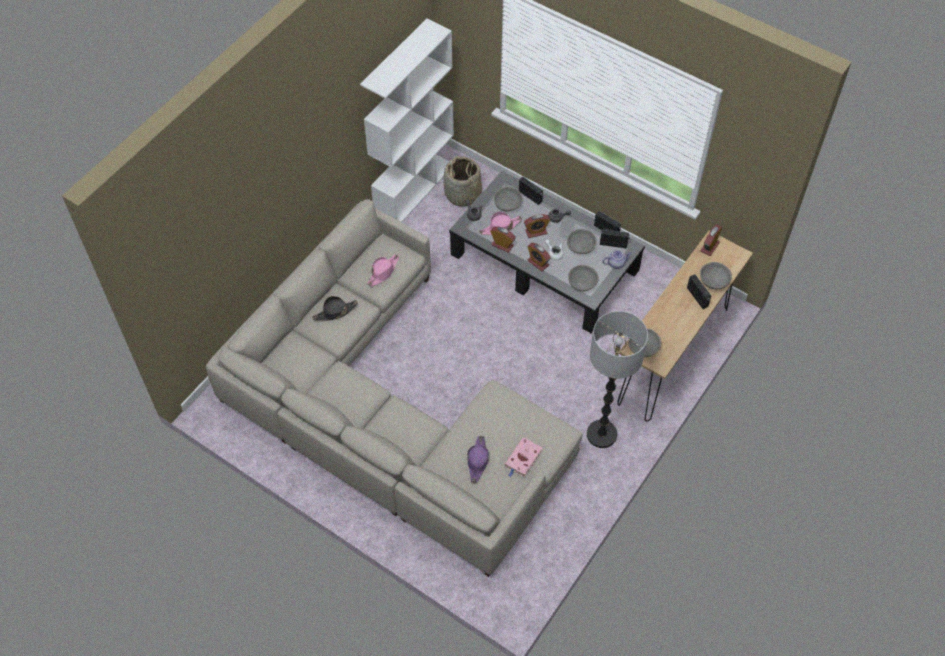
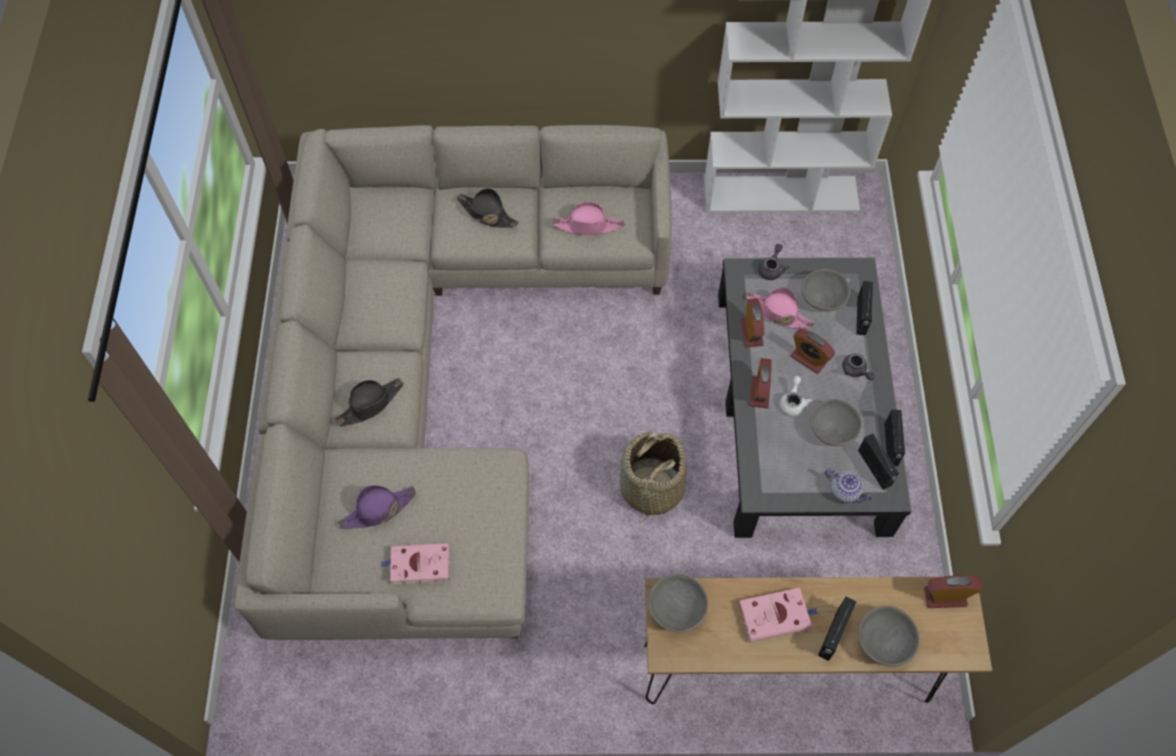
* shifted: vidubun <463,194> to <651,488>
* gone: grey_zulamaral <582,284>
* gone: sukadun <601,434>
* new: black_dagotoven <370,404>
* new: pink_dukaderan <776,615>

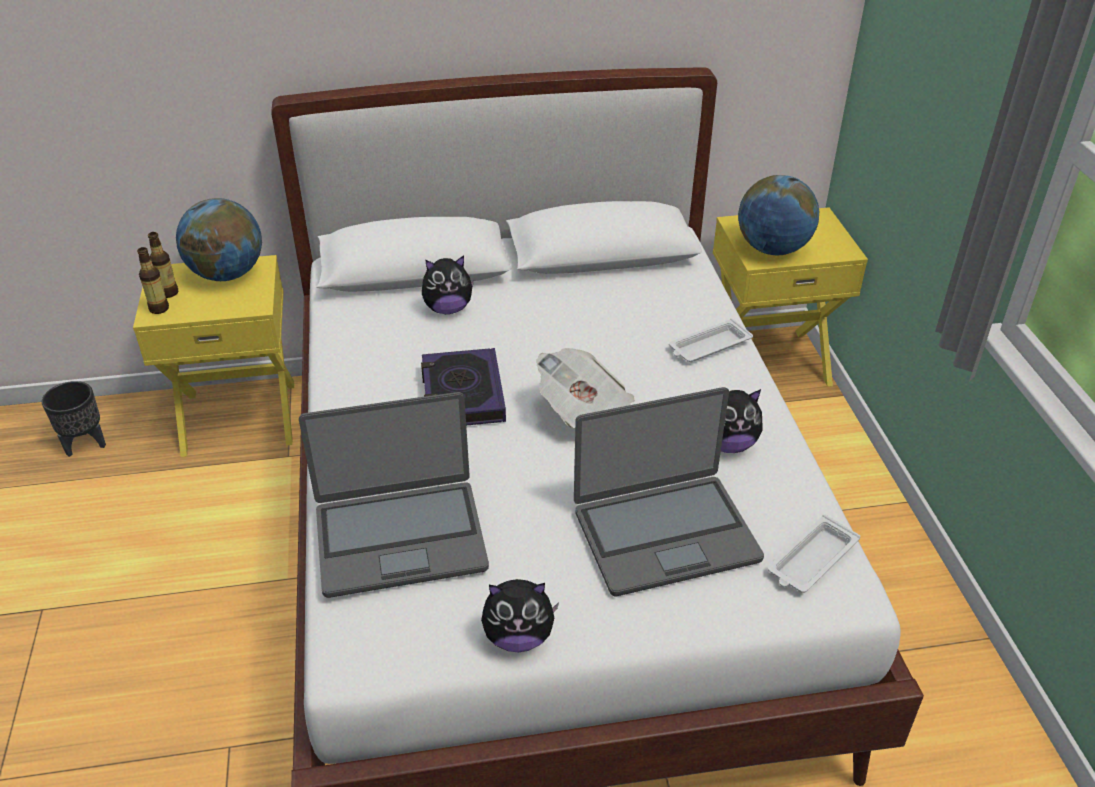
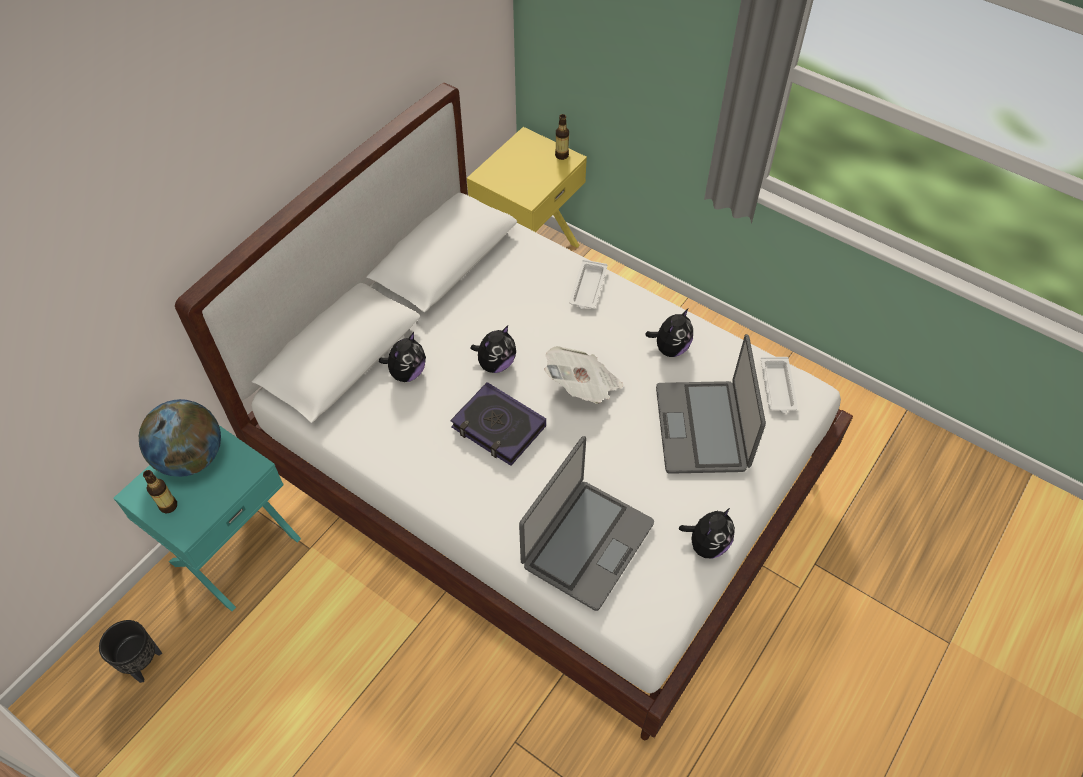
* repainted: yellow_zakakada <240,416> to turquoise_zakakada <234,549>
* shifted: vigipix <159,309> to <561,155>
* rotated: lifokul <665,534> = <702,428> 150 degrees clockwise
* gone: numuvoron <773,249>
* new: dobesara <495,364>

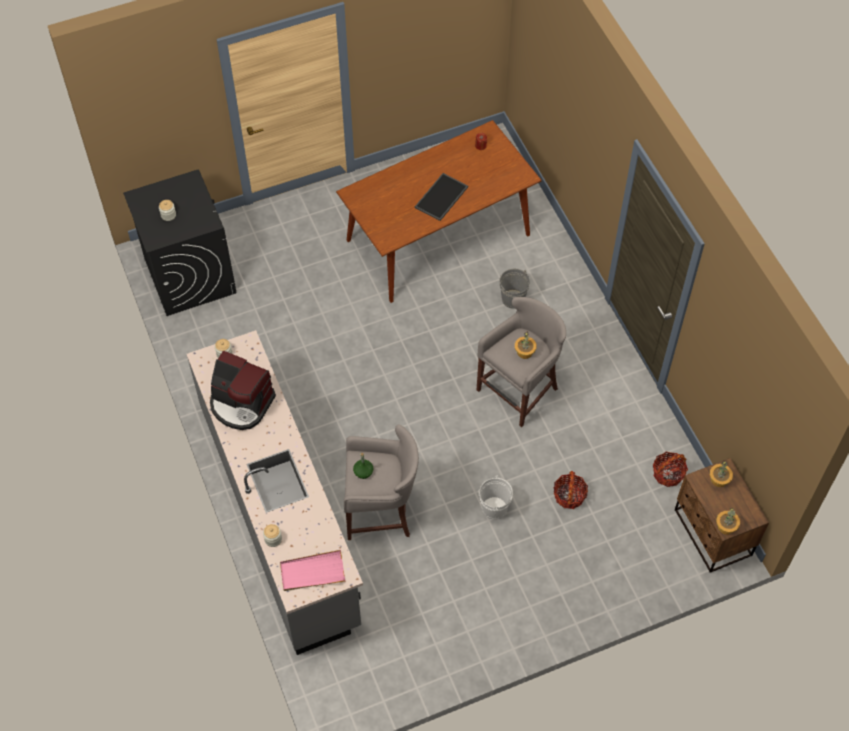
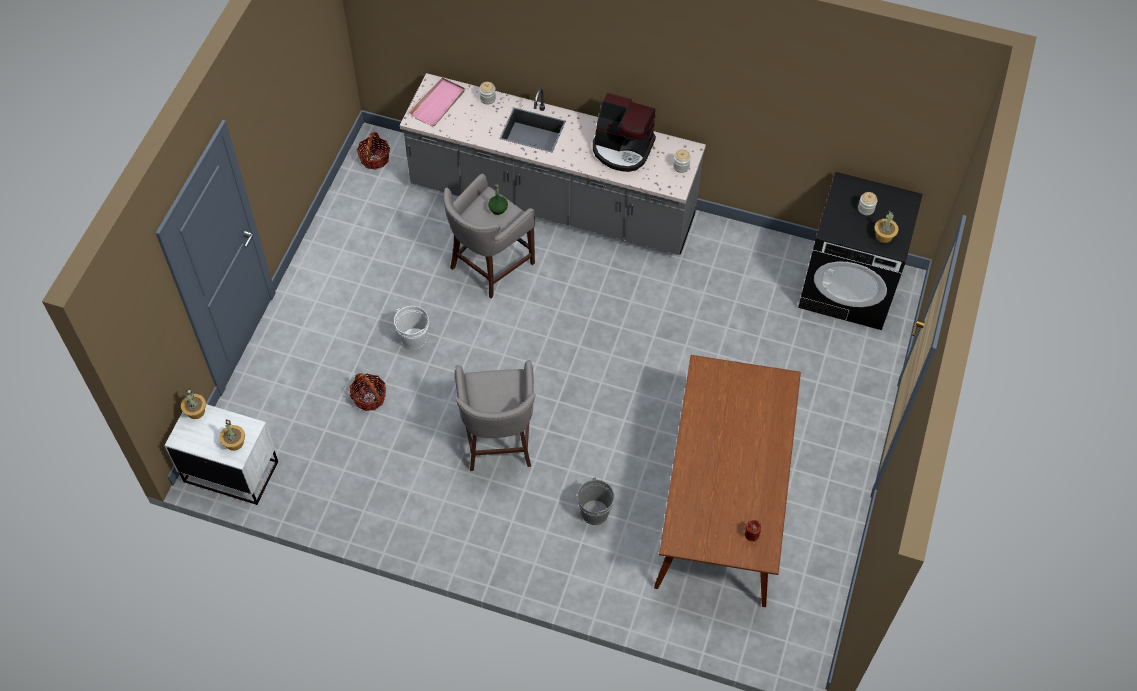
* rotated: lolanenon <241,404> = <622,149> 135 degrees counterclockwise
* gone: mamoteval <442,198>
* shifted: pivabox <525,352> to <883,236>
* shifted: vidubun <668,474> to <374,158>
* repainted: brown_zakakada <712,533> to white_zakakada <231,471>

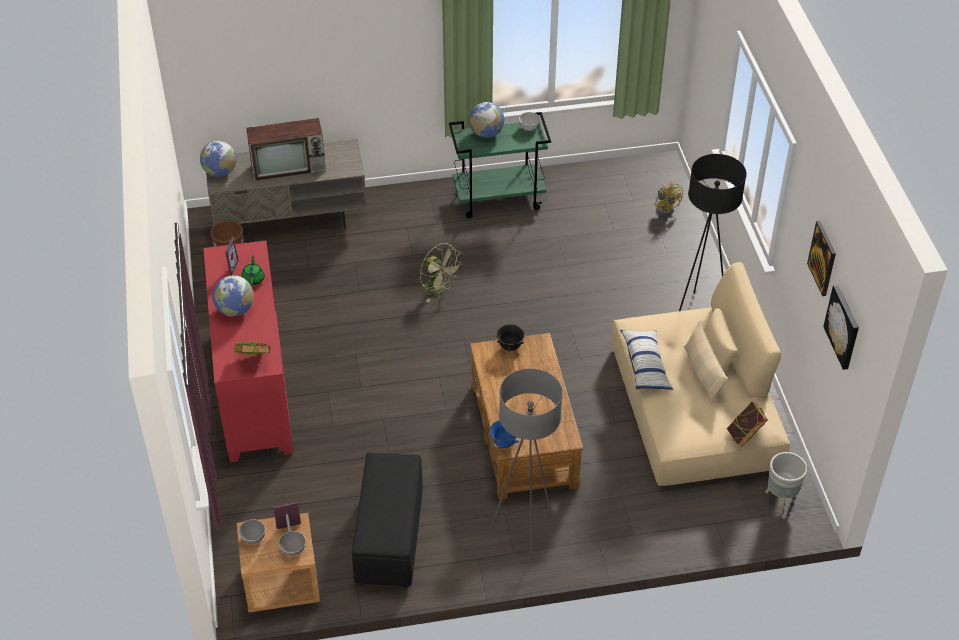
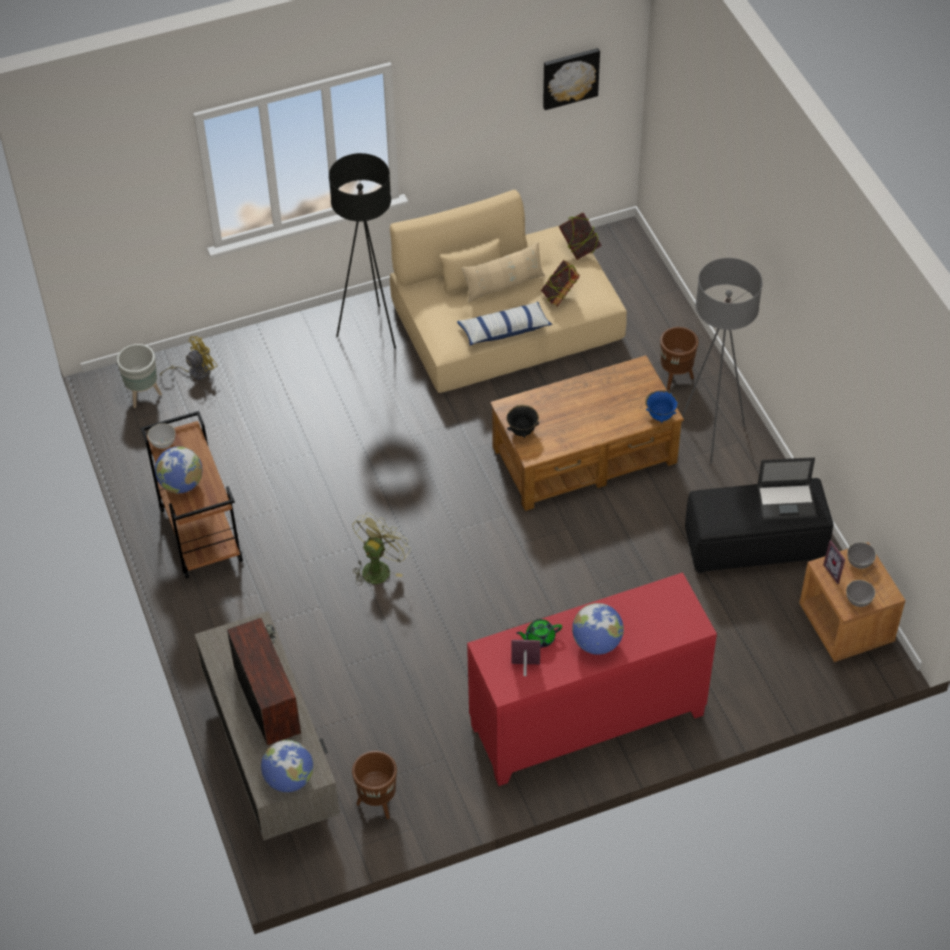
* shifted: dukaderan <254,361> to <560,296>
* repainted: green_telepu <499,198> to brown_telepu <199,534>
* shifted: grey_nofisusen <781,500> to <144,395>
* gone: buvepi <822,258>
* new: brown_nofisusen <676,379>
* new: lifokul <787,501>

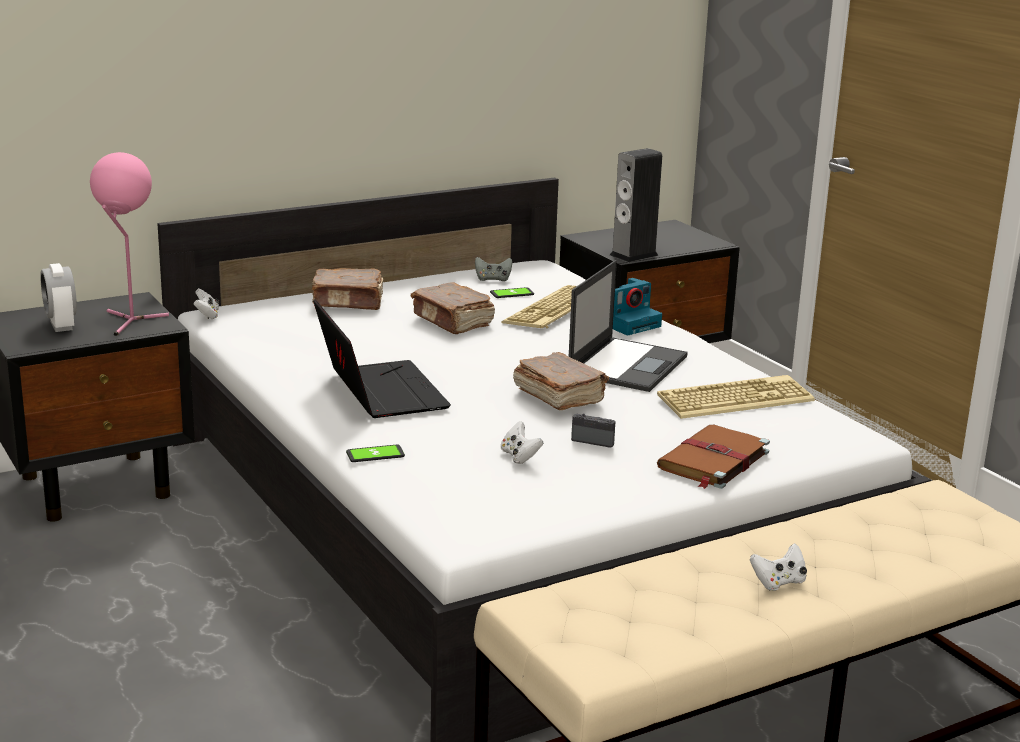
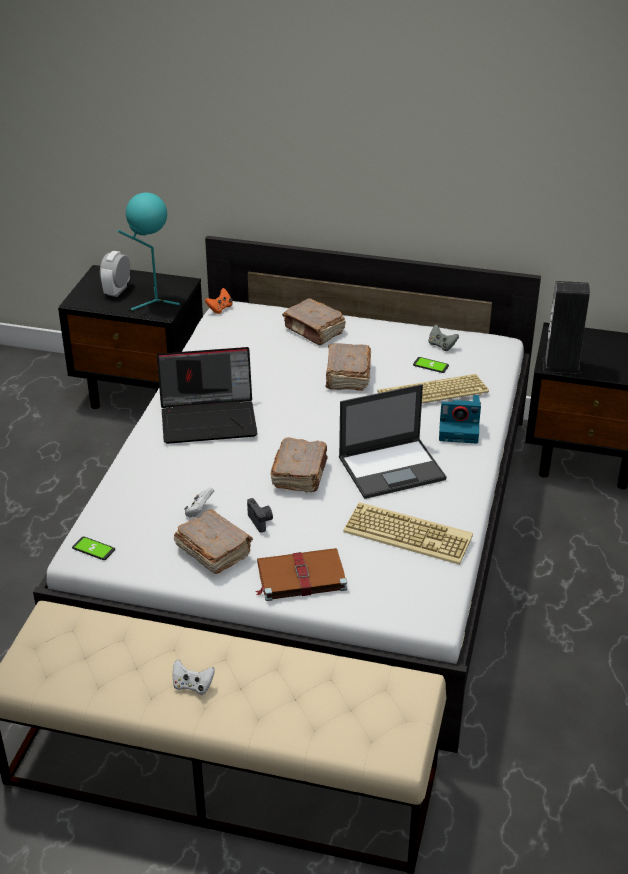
* repainted: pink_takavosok <130,322> to turquoise_takavosok <153,302>
* repainted: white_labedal <207,315> to orange_labedal <220,308>
* rotated: lifokul <378,392> = <210,418> 60 degrees clockwise
* shifted: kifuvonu <375,454> to <93,549>
* new: brown_dukaderan <213,551>

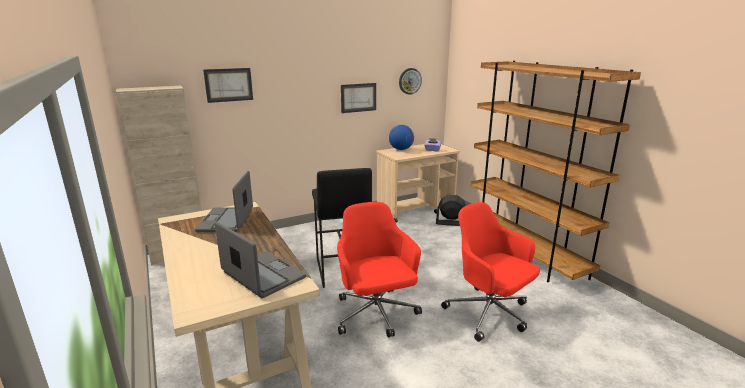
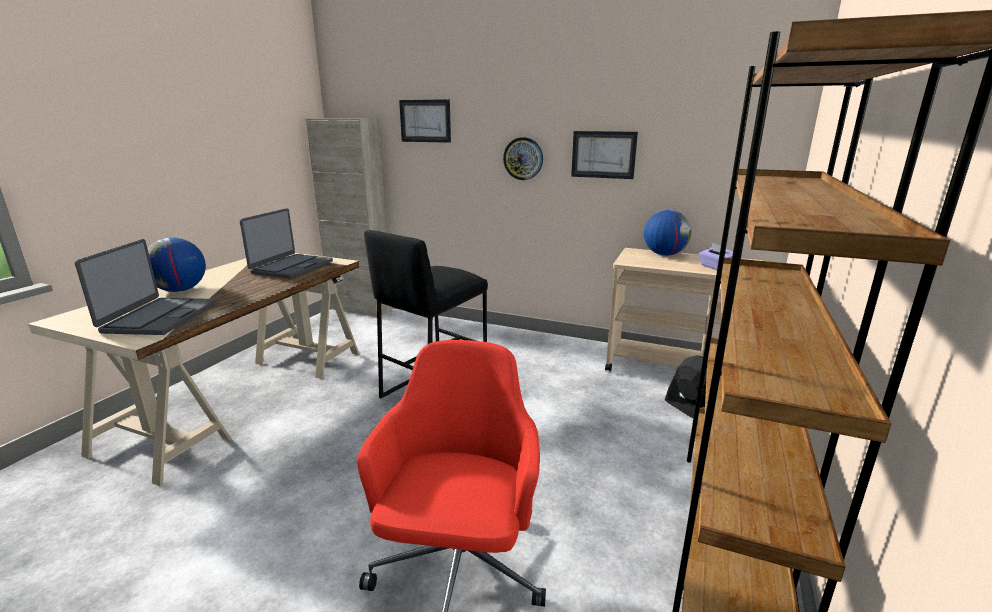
* rotated: lifokul <226,220> = <291,267> 150 degrees clockwise
* gone: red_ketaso <376,314>
* shifted: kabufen <409,81> to <523,158>
* new: numuvoron <180,290>

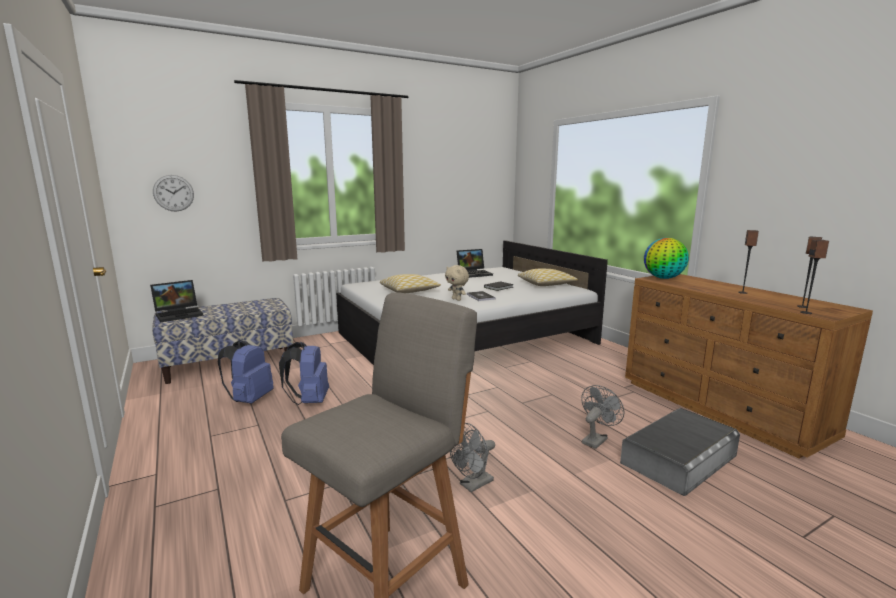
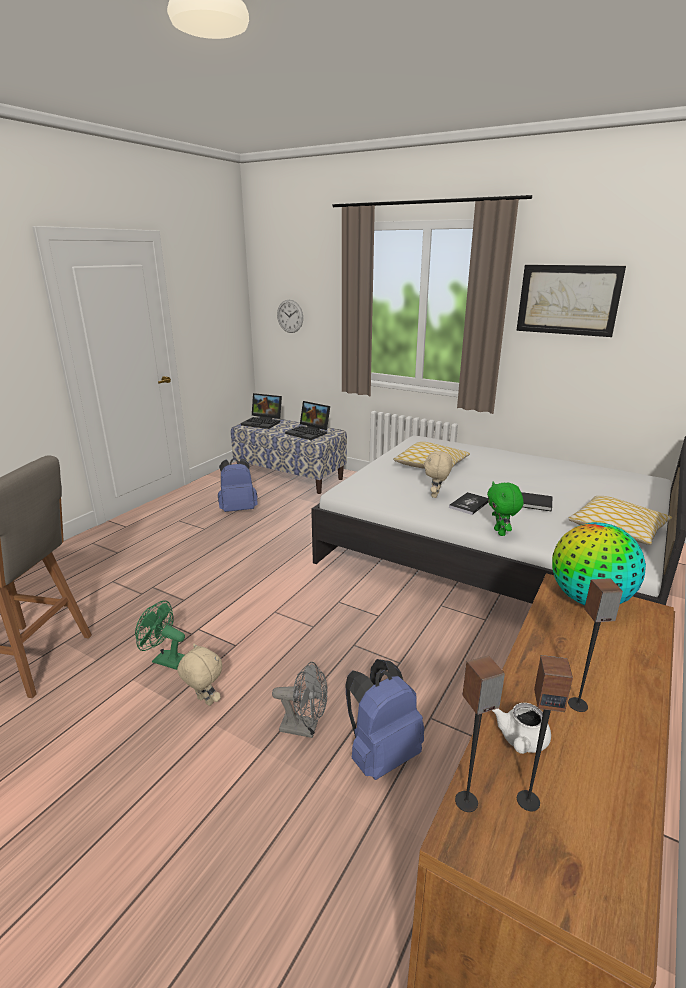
* shifted: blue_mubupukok <309,401> to <381,754>
* repainted: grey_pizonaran <472,485> to green_pizonaran <165,660>
* shifted: lifokul <474,274> to <309,433>
* gone: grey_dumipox <679,459>
* new: beige_dobesara <204,701>
* new: green_dobesara <500,532>
* new: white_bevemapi <521,741>
* new: buvepi <568,300>

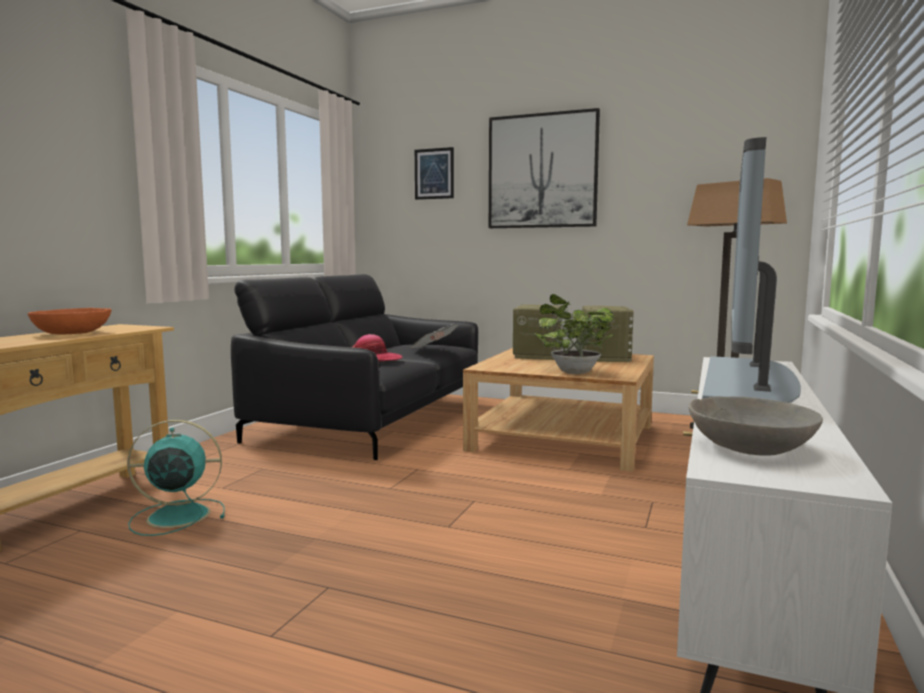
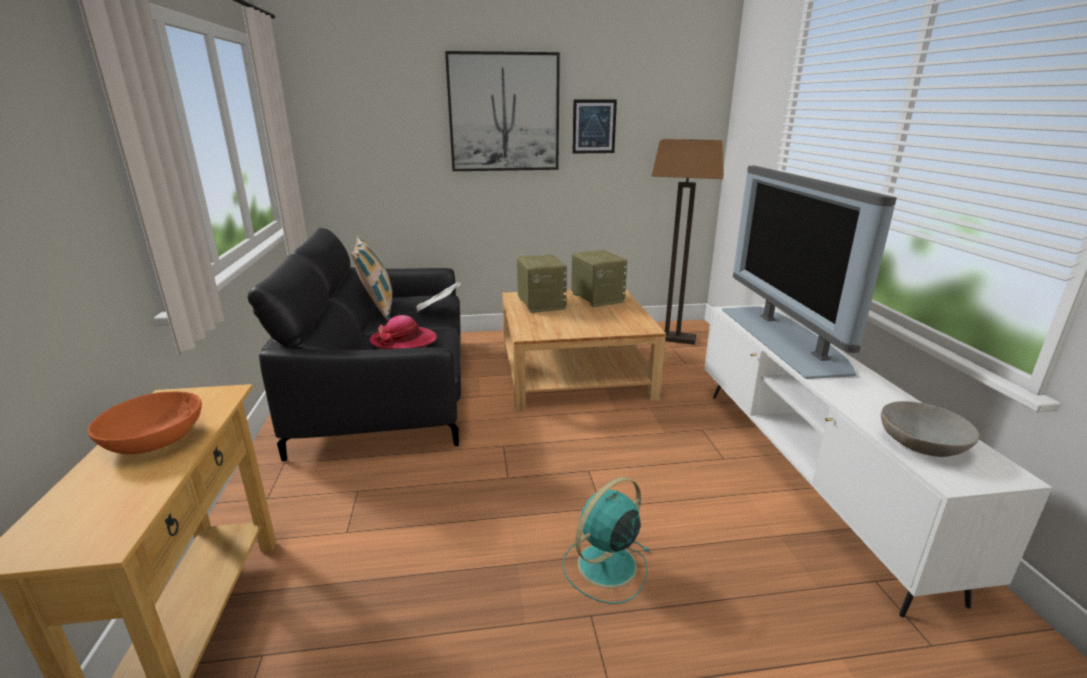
* shifted: turquoise_pizonaran <175,516> to <605,566>
* shifted: buvepi <434,173> to <594,126>
* gone: pivabox <572,371>
* new: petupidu <377,309>

